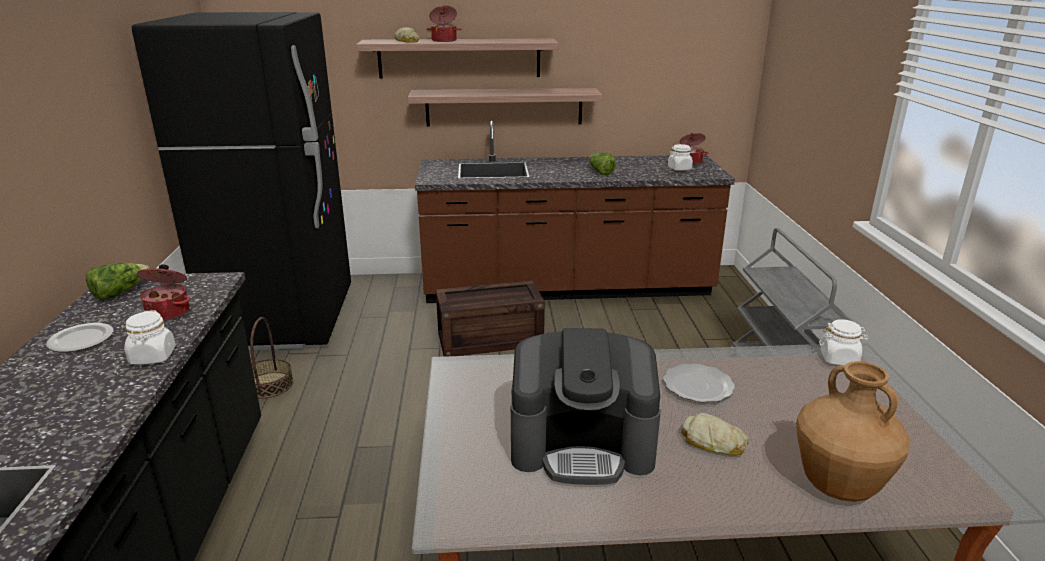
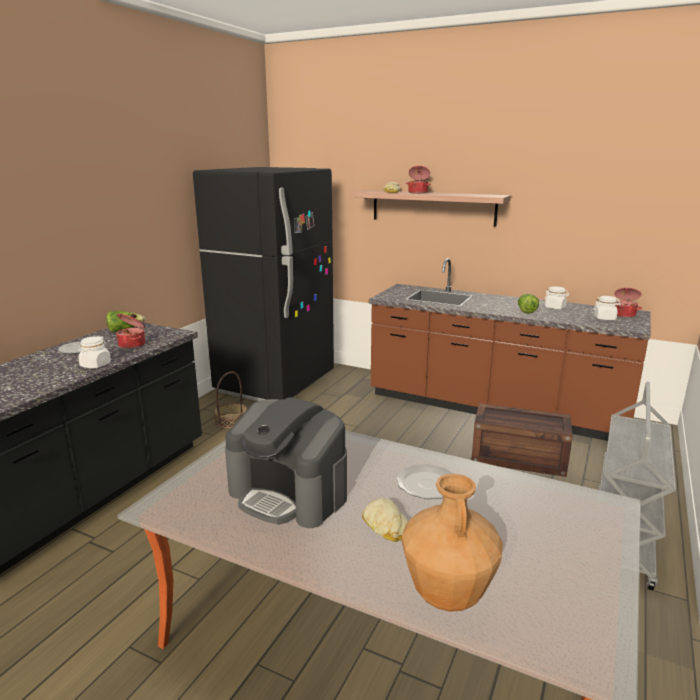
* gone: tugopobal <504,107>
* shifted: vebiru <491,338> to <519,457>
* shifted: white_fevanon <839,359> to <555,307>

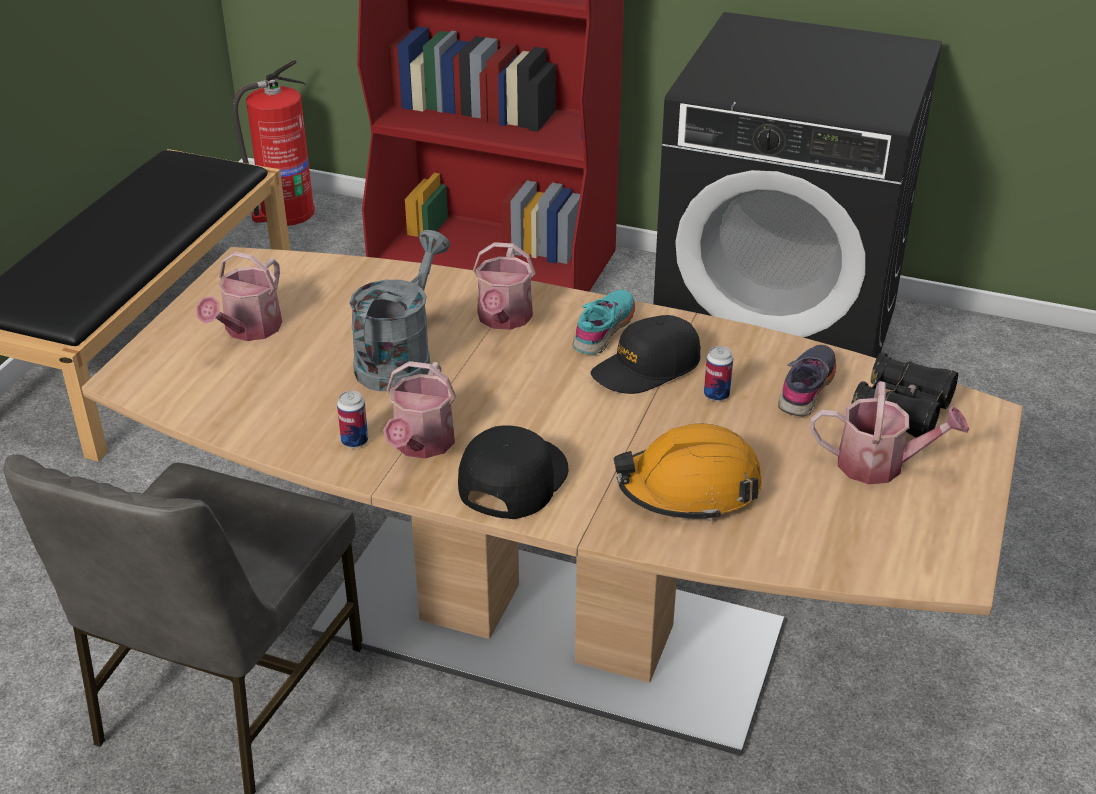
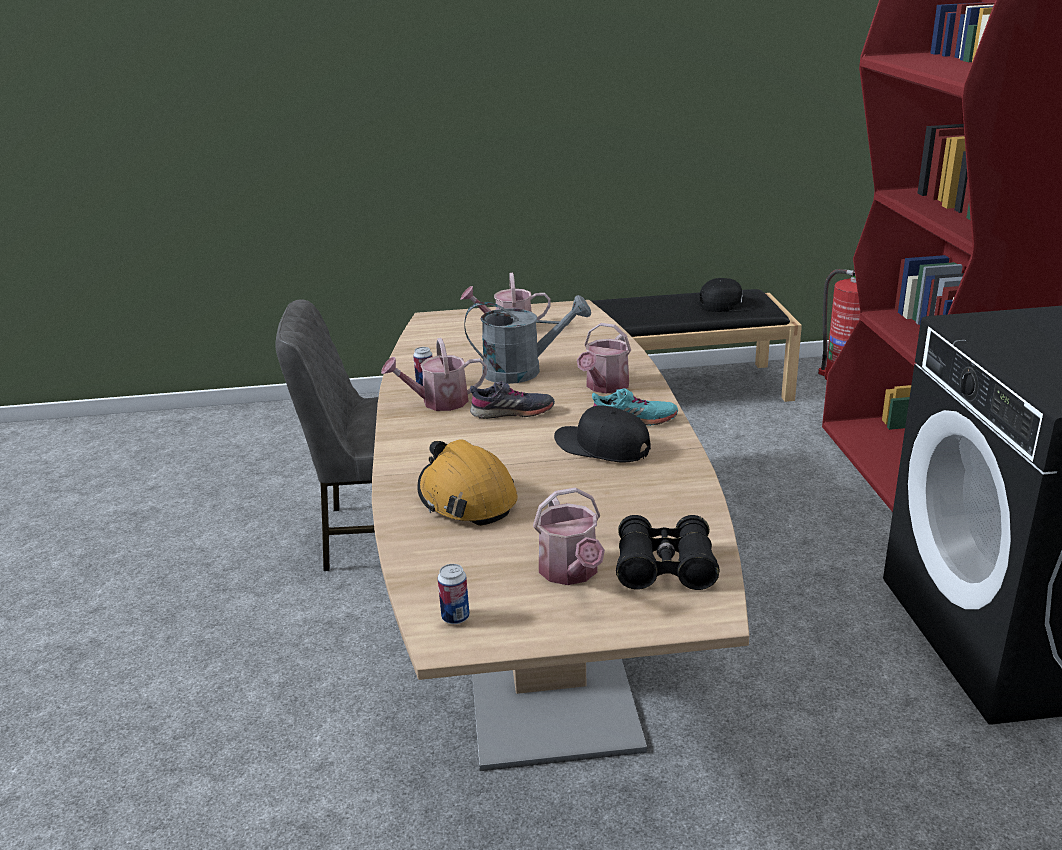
* shifted: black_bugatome <511,478> to <726,304>
* rotated: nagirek <503,319> = <605,387> 45 degrees counterclockwise
* shifted: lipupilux <716,395> to <455,617>
* shifted: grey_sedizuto <807,388> to <512,412>

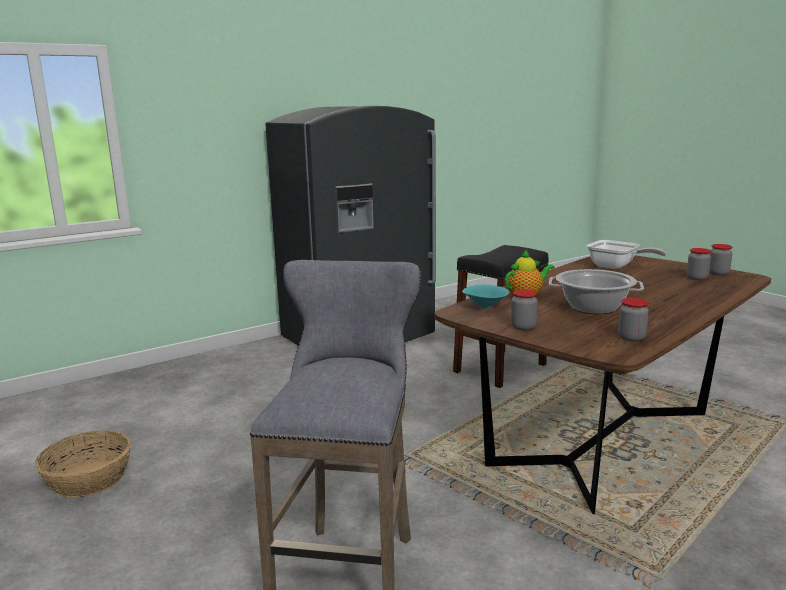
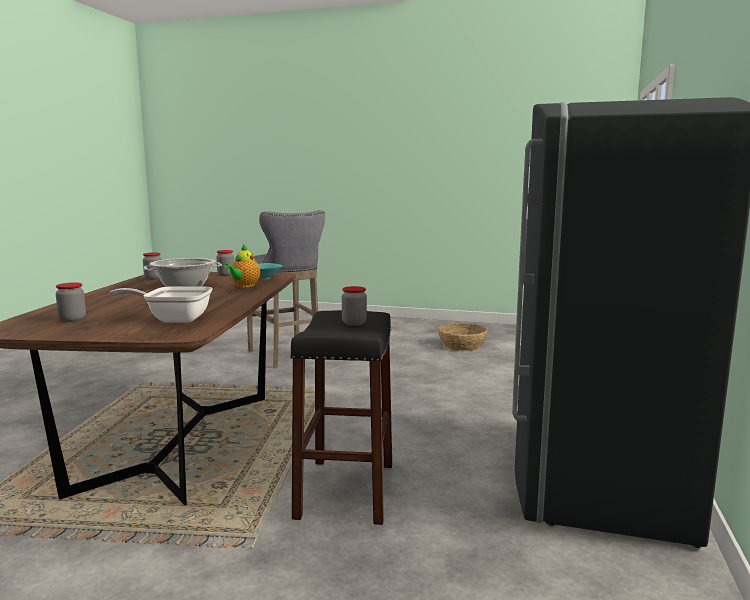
* shifted: fevanon <718,273> to <354,323>

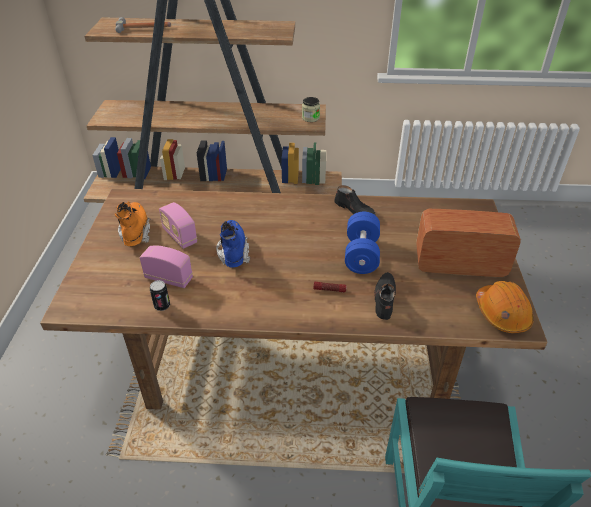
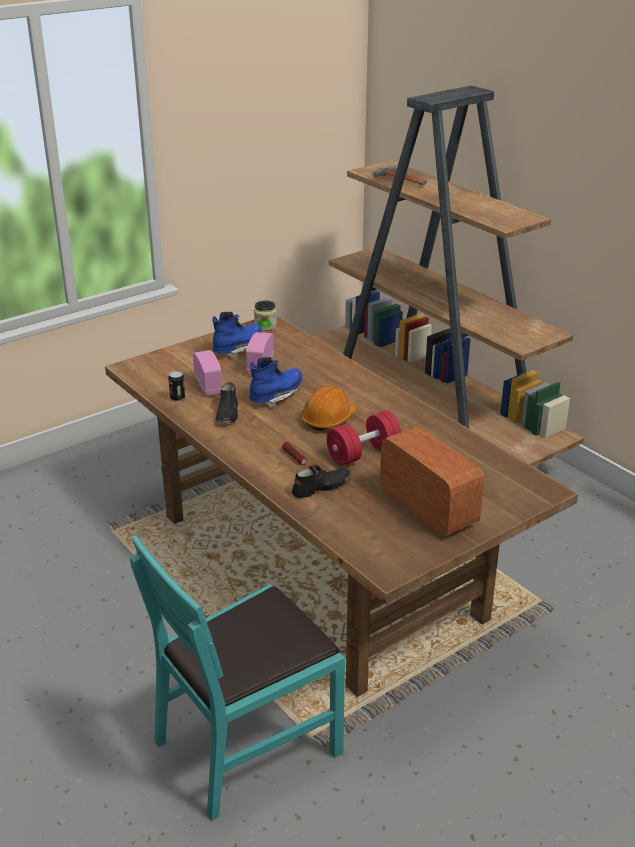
* repainted: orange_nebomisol <135,232> to blue_nebomisol <237,349>
* shifted: fevanon <310,118> to <265,326>
* shifted: black_sedizuto <355,209> to <228,414>
* repainted: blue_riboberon <361,254> to red_riboberon <363,453>
* shifted: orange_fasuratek <502,314> to <328,419>

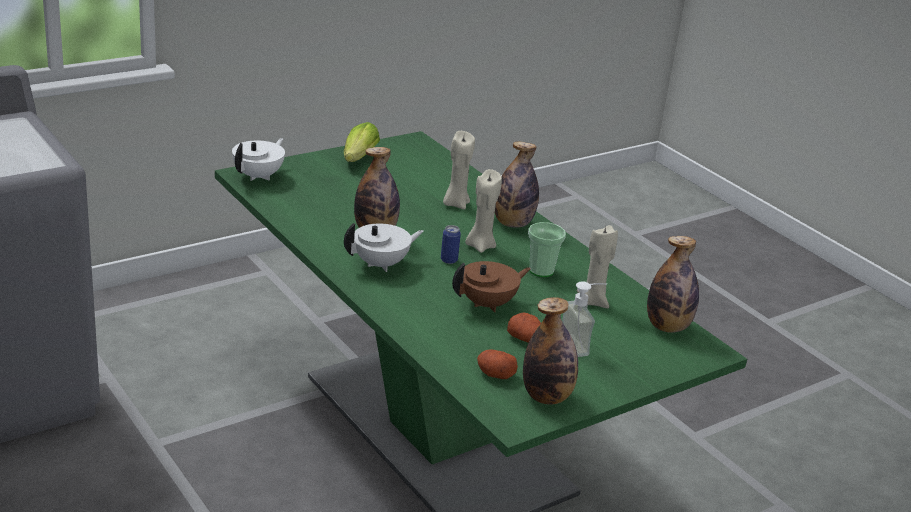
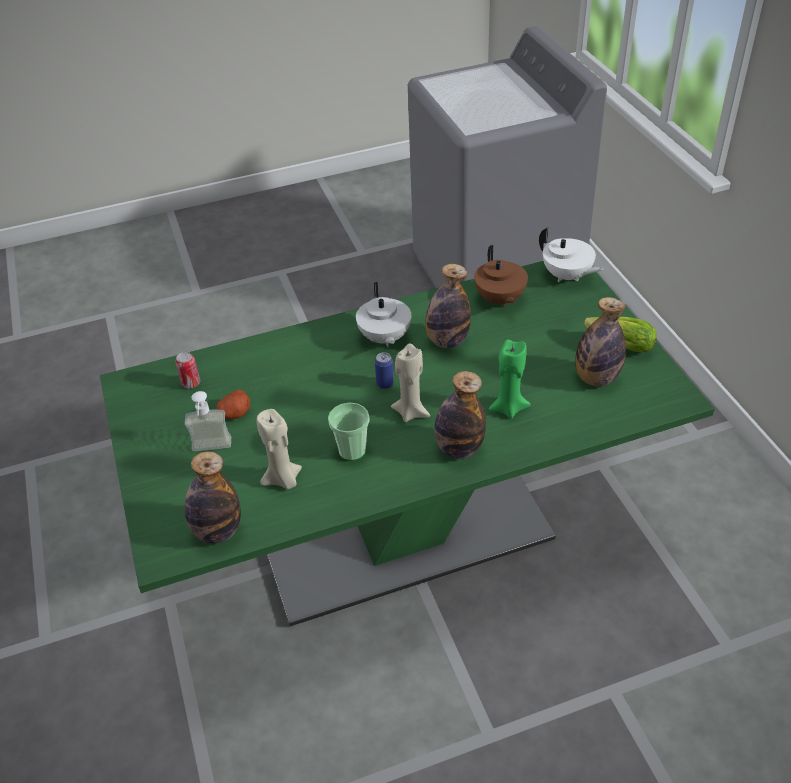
* repainted: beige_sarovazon <455,204> to green_sarovazon <508,408>
* shifted: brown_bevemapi <488,304> to <499,299>
* swapped: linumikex <495,374> to lipupilux <191,383>
* shifted: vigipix <546,396> to <596,378>

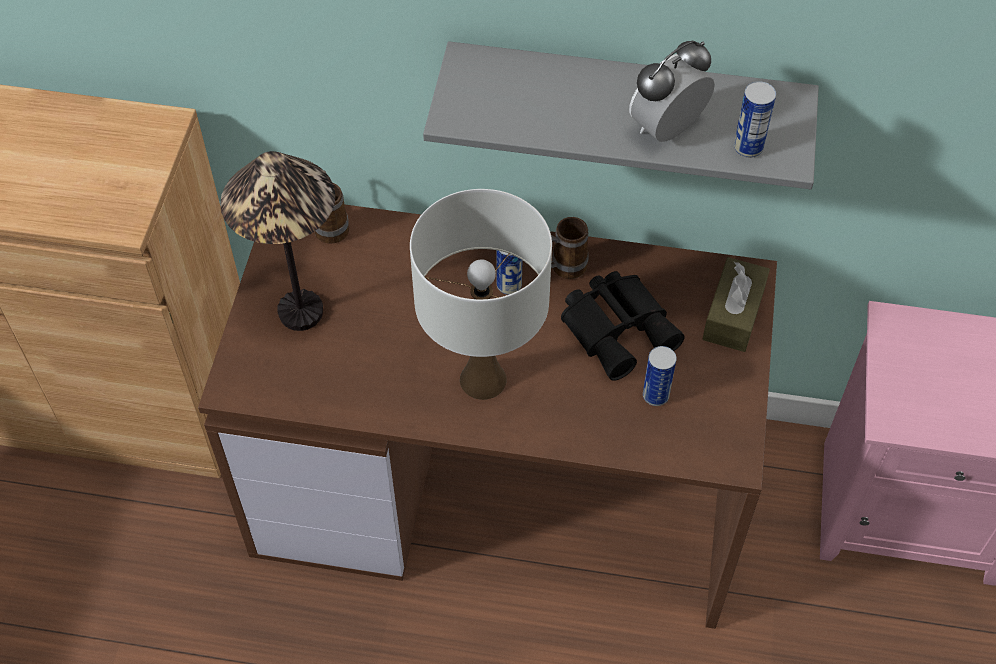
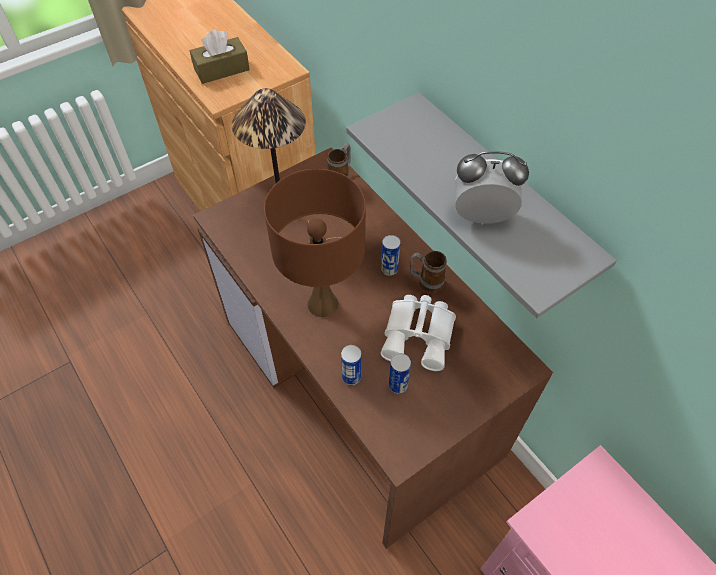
* repainted: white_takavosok <483,380> to brown_takavosok <322,304>
* repainted: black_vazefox <619,328> to white_vazefox <420,335>
* shifted: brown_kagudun <733,314> to <221,69>
* shifted: lipupilux <748,147> to <351,377>

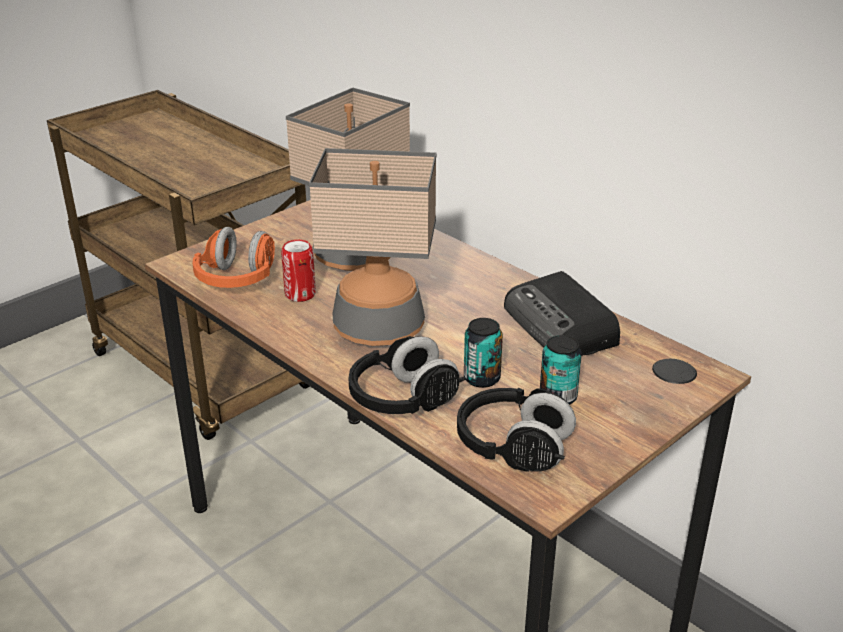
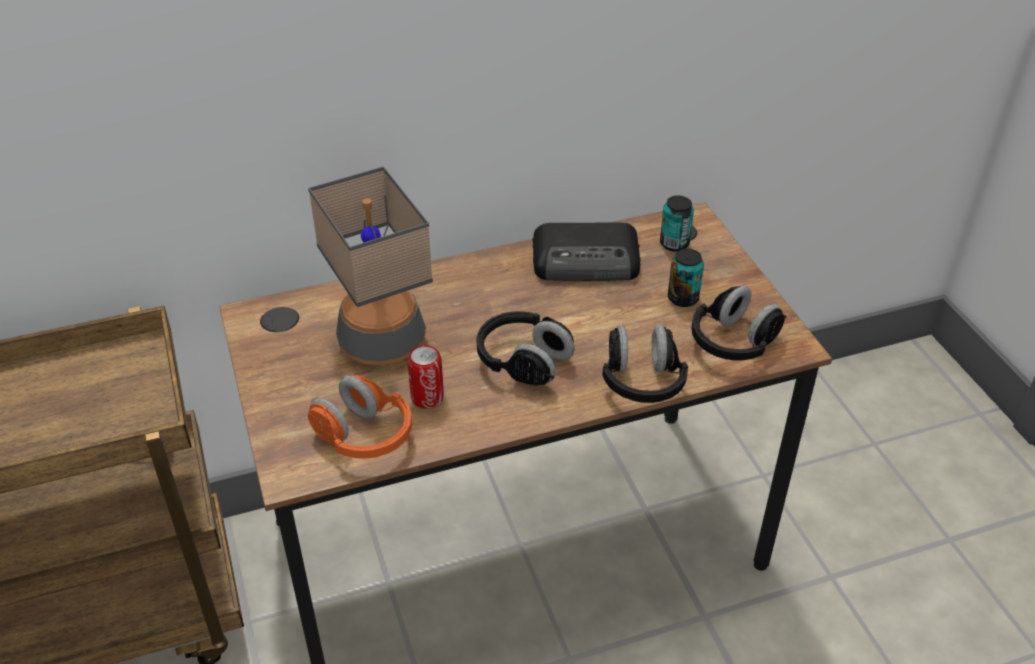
* swapped: takavosok <379,328> to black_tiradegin <523,362>
* shifted: lipupilux <481,378> to <674,244>

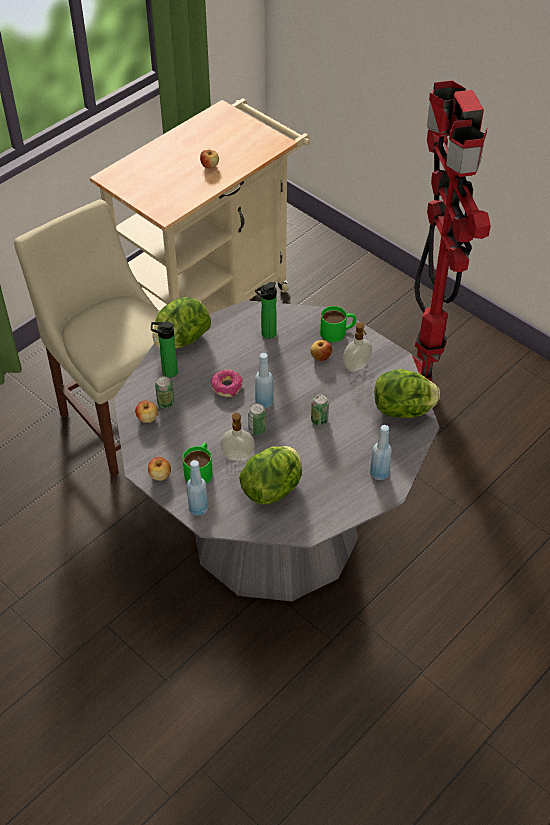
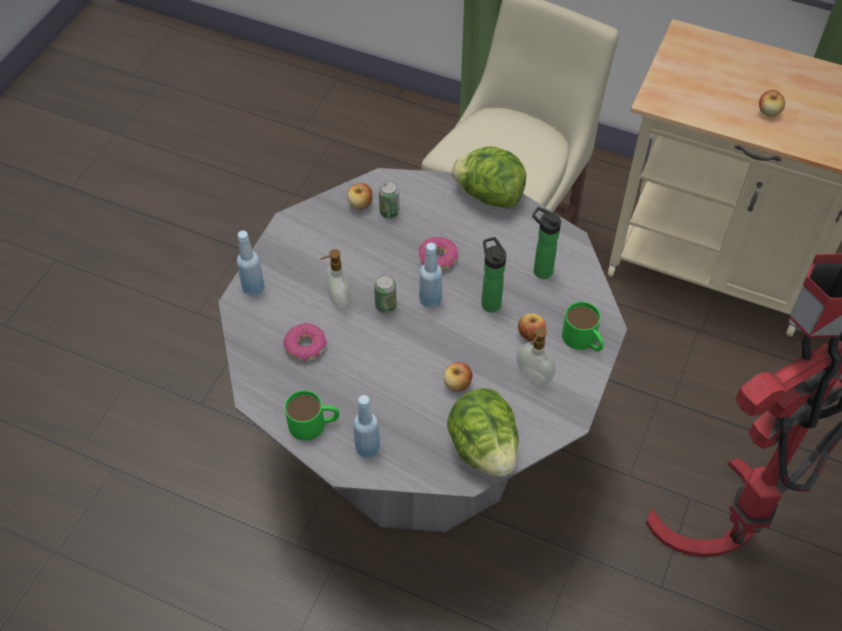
* shifted: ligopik <160,475> to <457,384>
* shifted: vigipix <167,372> to <490,302>
* shifted: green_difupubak <200,470> to <314,424>
* swapped: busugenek <273,488> to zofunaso <305,347>
* gone: lipupilux <319,420>

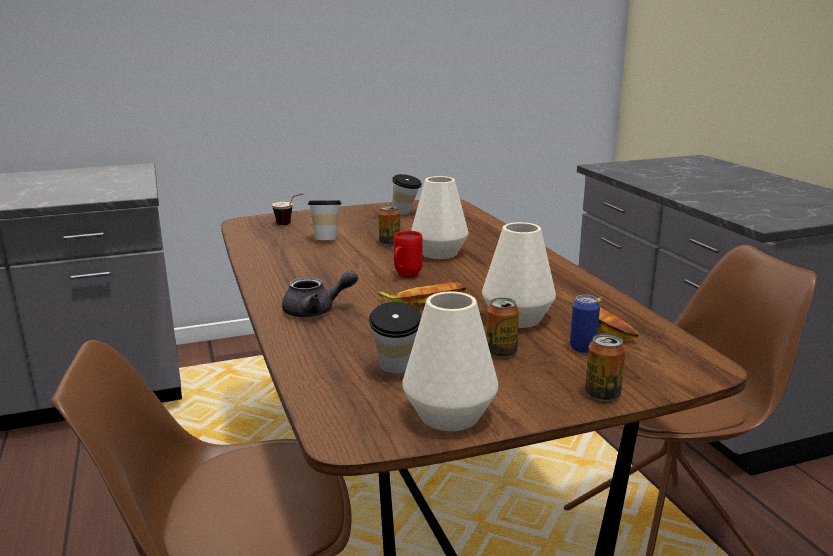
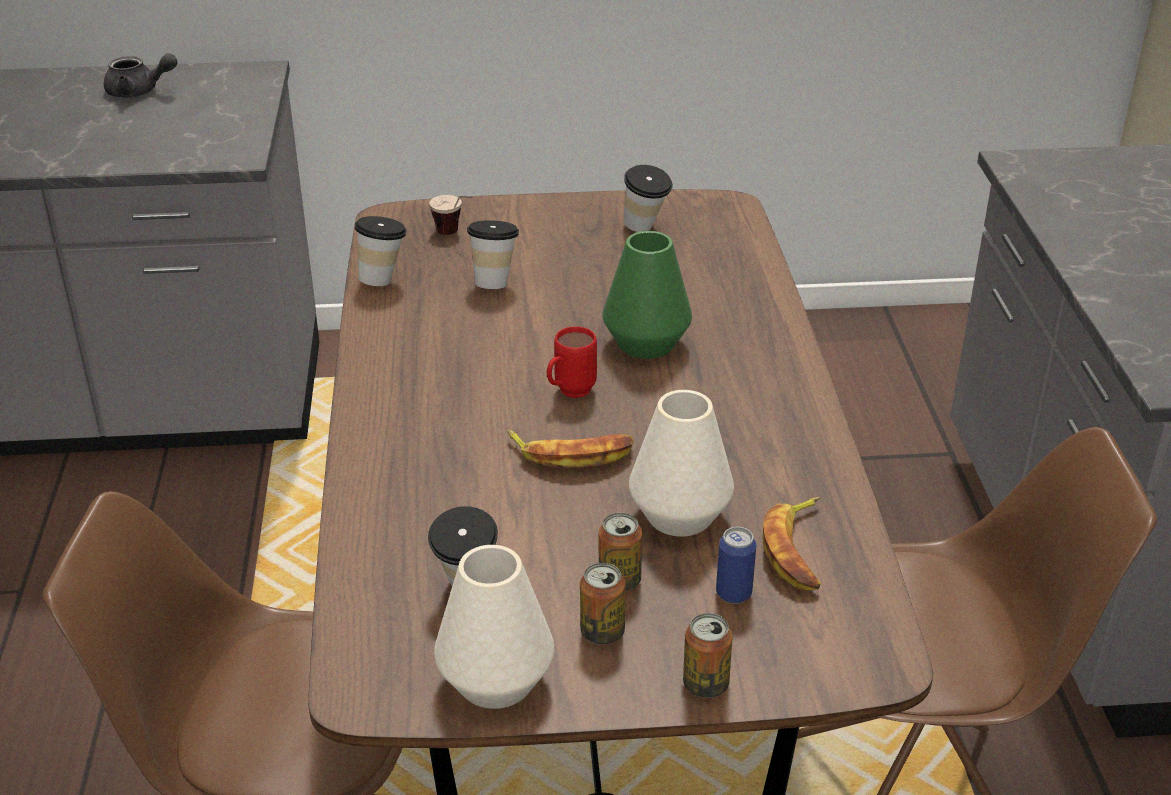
* shifted: grey_bevemapi <316,311> to <139,92>
* shifted: lipupilux <389,243> to <602,632>
* repainted: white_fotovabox <439,253> to green_fotovabox <646,343>
* new: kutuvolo <383,279>

